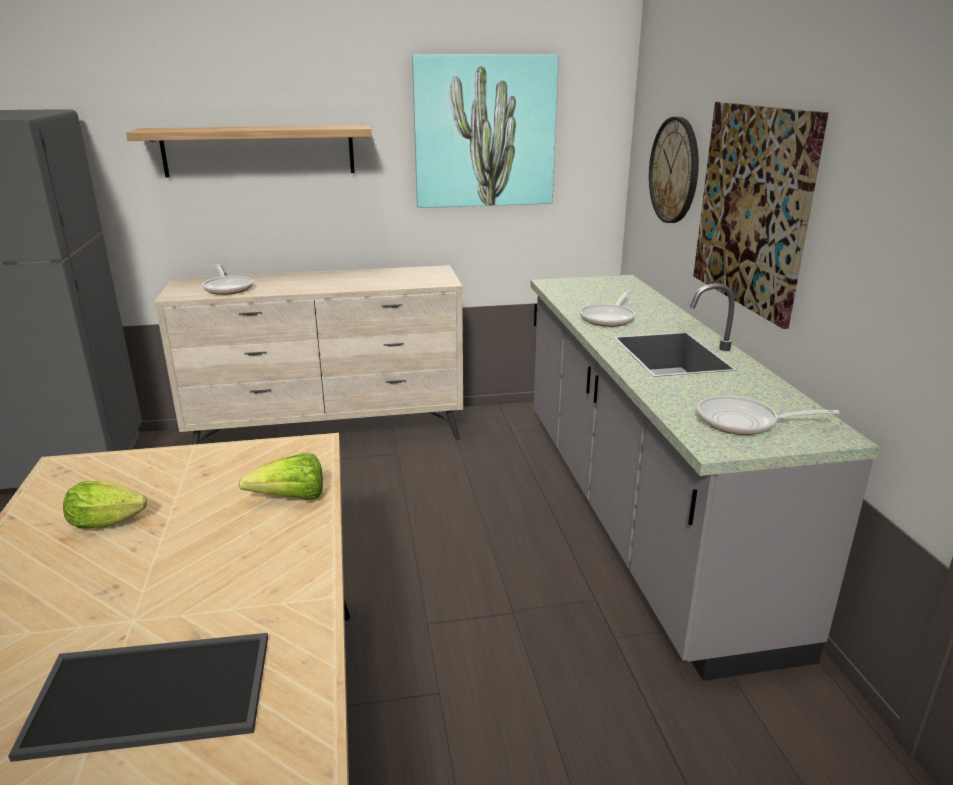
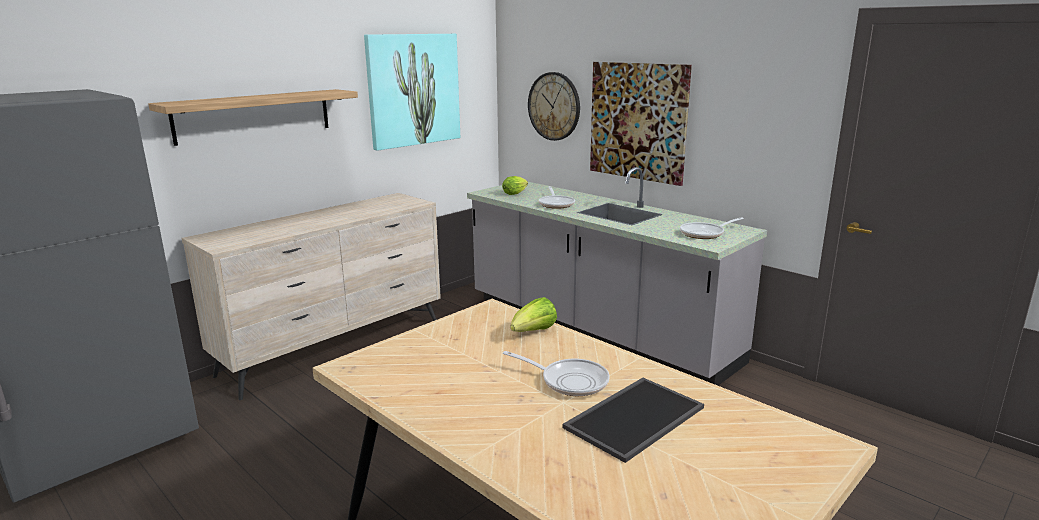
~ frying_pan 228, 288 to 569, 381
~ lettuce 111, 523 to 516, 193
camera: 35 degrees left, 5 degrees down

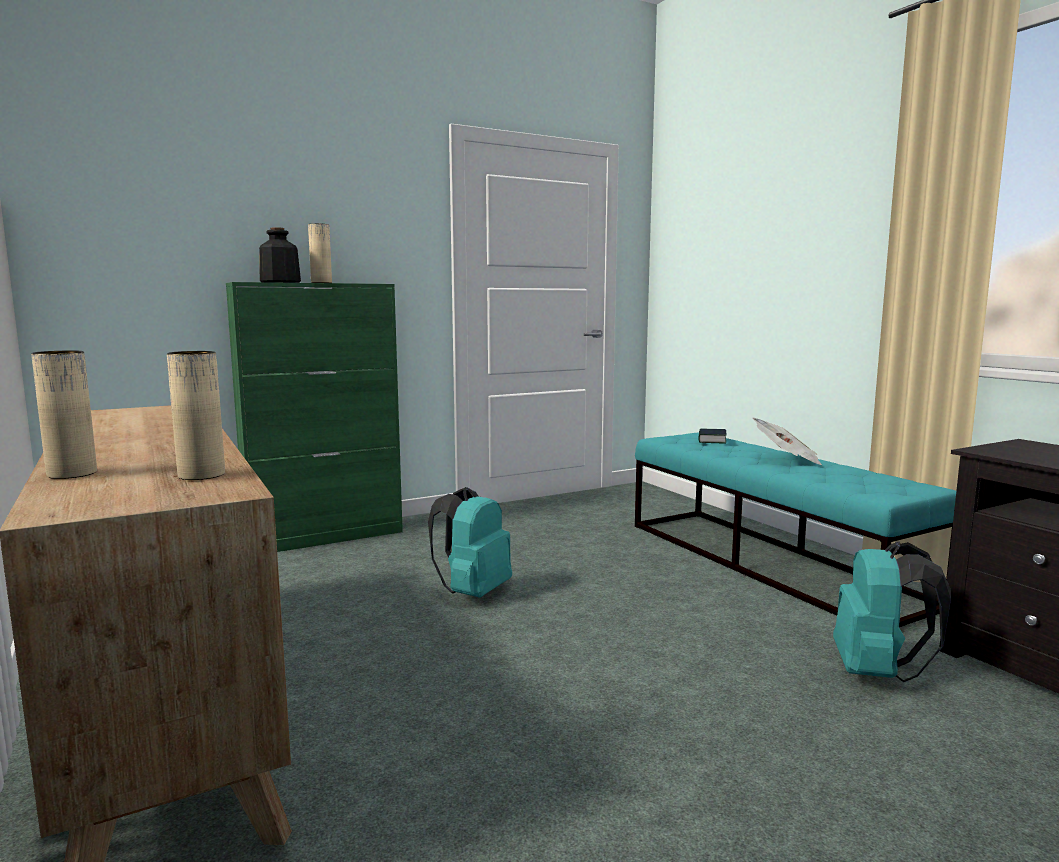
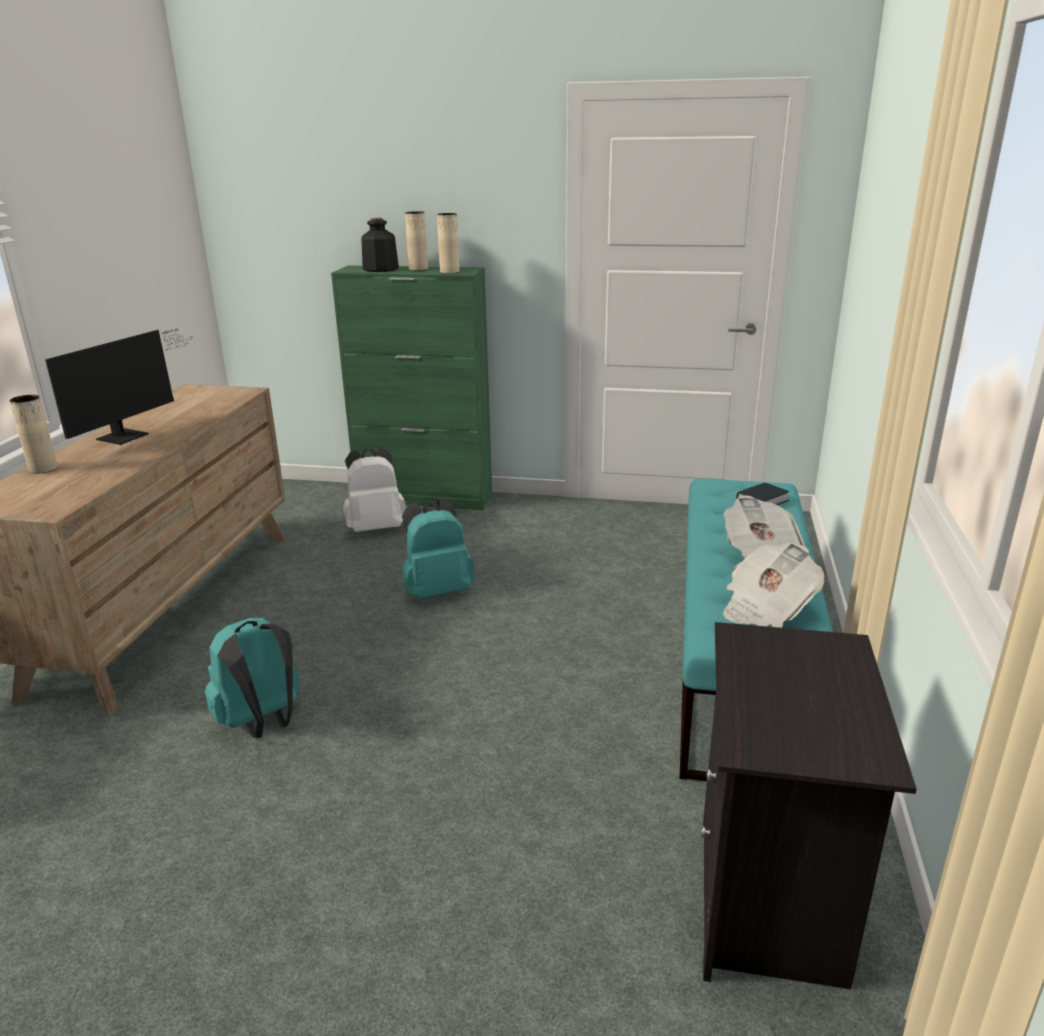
~ beige_vase 201, 475 to 449, 272
~ turquoise_backpack 877, 672 to 262, 723
+ monitor 129, 435
+ white_backpack 376, 527
+ newspaper 766, 608
camera: 40 degrees right, 15 degrees up

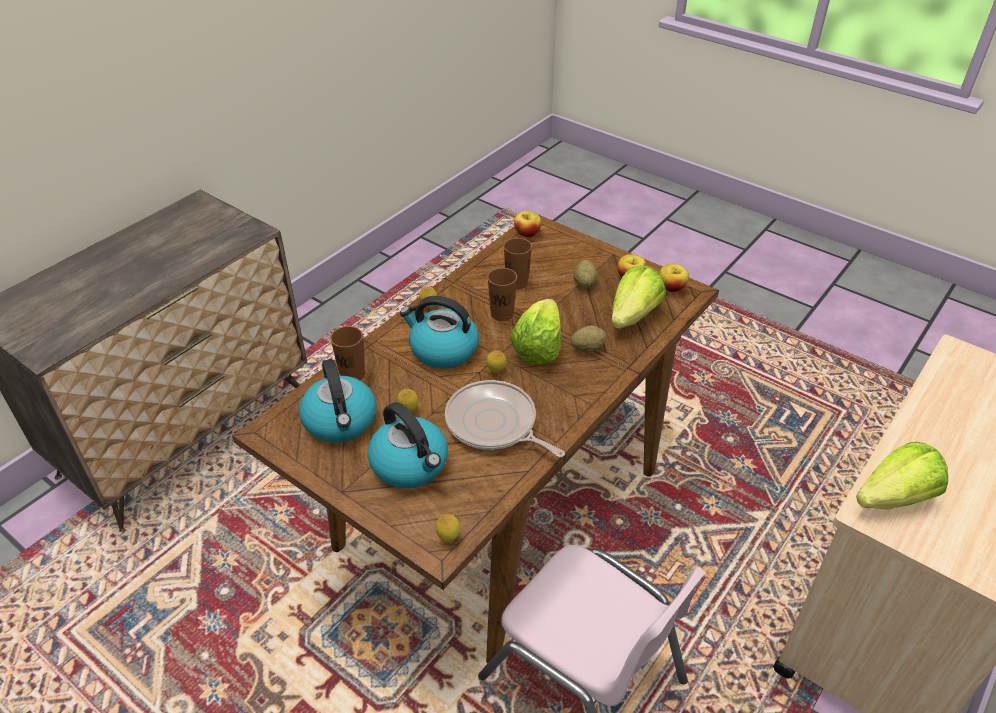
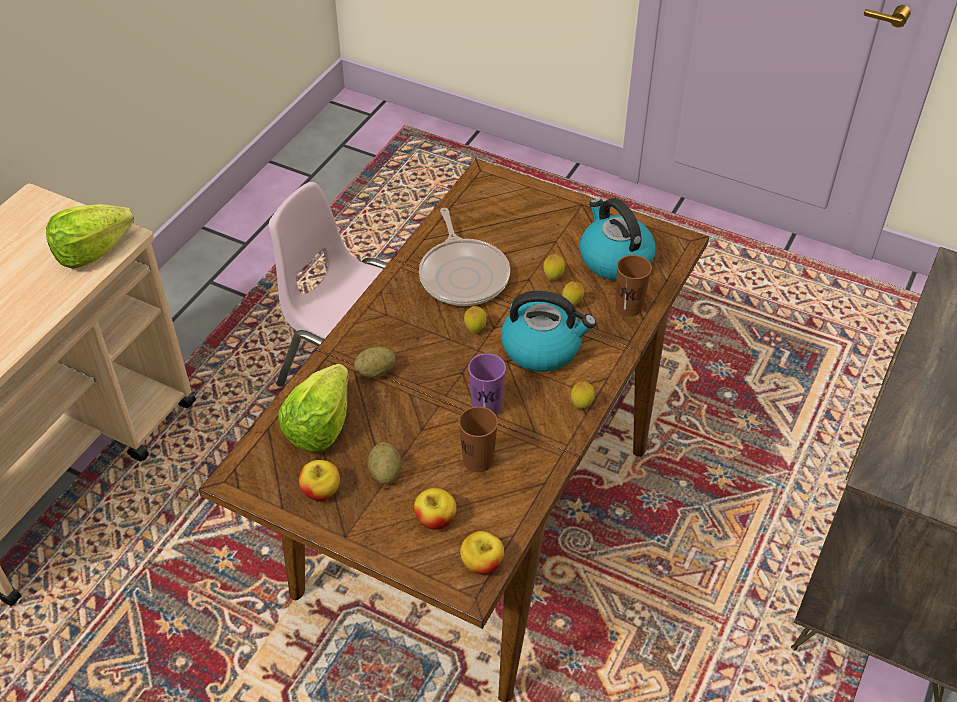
~ apple 671, 288 to 435, 519
~ brown_cup 502, 314 to purple_cup 486, 407
- lettuce 538, 348
~ frying_pan 494, 424 = 463, 275 45 degrees clockwise
- kettle 410, 464
~ lemon 448, 538 to 572, 304
camera: 170 degrees right, 5 degrees up

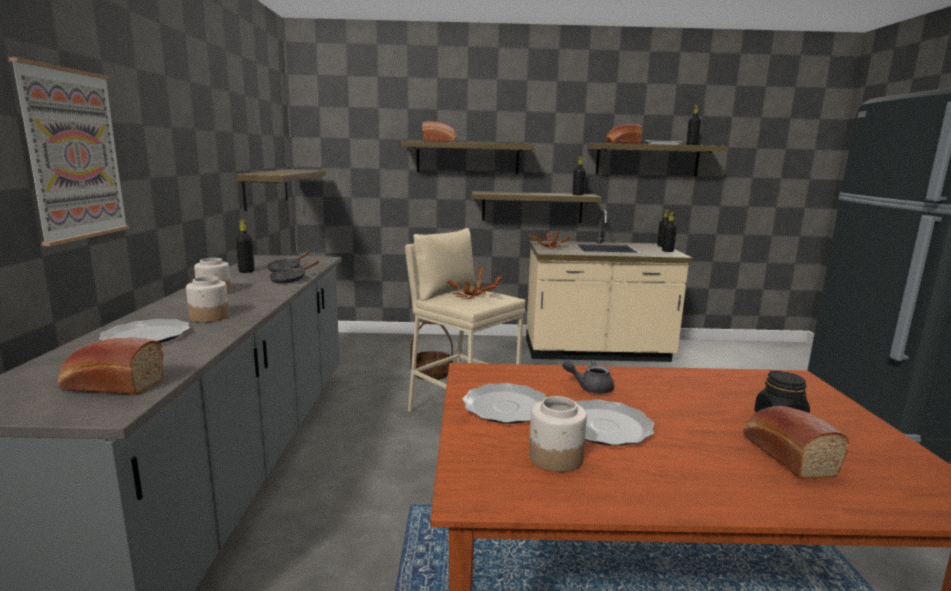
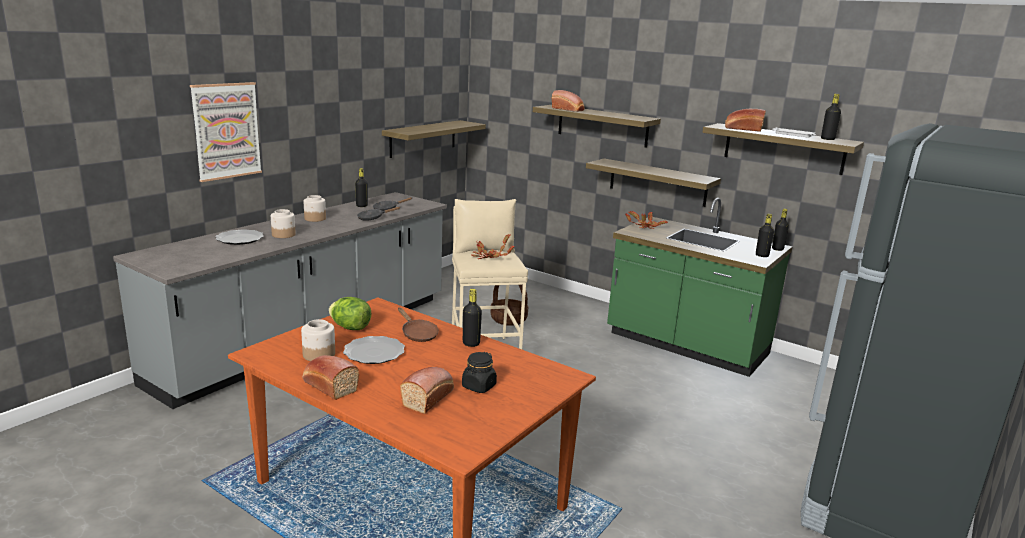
~ black_bottle 578, 195 to 471, 343
~ beige_counter 596, 352 to green_counter 686, 345
~ bread 110, 385 to 328, 386
~ grey_teapot 590, 387 to brown_frying_pan 417, 334
~ plate 506, 407 to lettuce 350, 328
camera: 35 degrees right, 5 degrees up

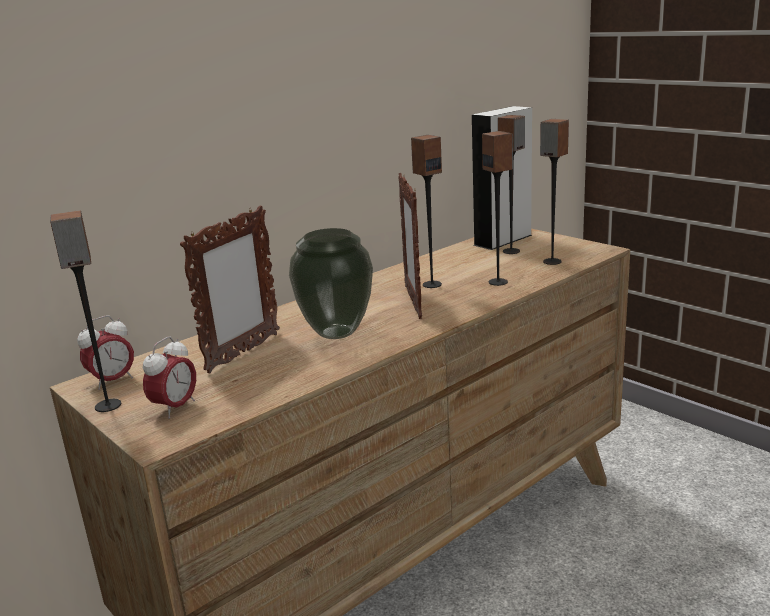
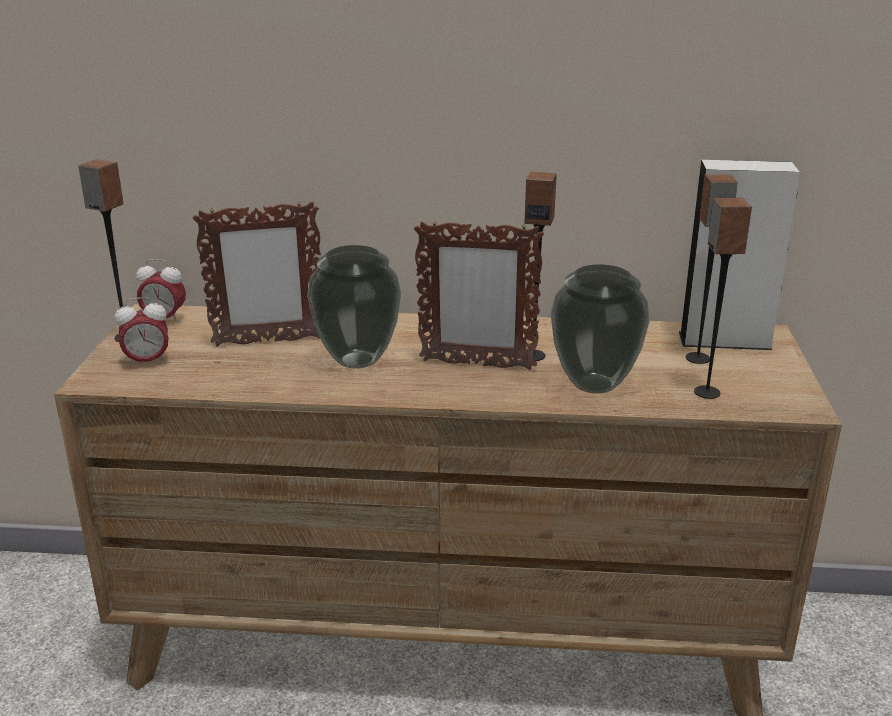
~ speaker 498, 282 to vase 595, 386
~ picture_frame 413, 302 = 476, 365 120 degrees counterclockwise
camera: 45 degrees right, 5 degrees up

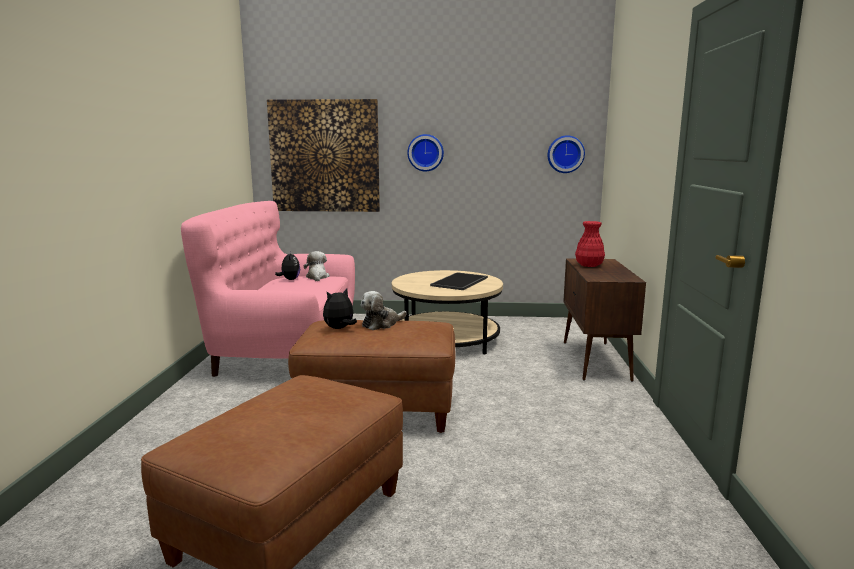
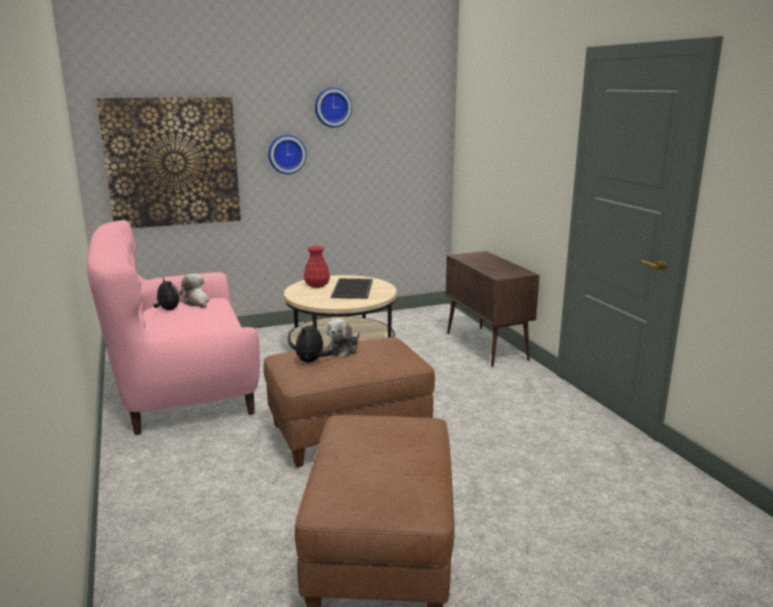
~ wall_clock 565, 154 to 332, 107
~ red_vase 589, 265 to 317, 286
camera: 25 degrees left, 5 degrees up

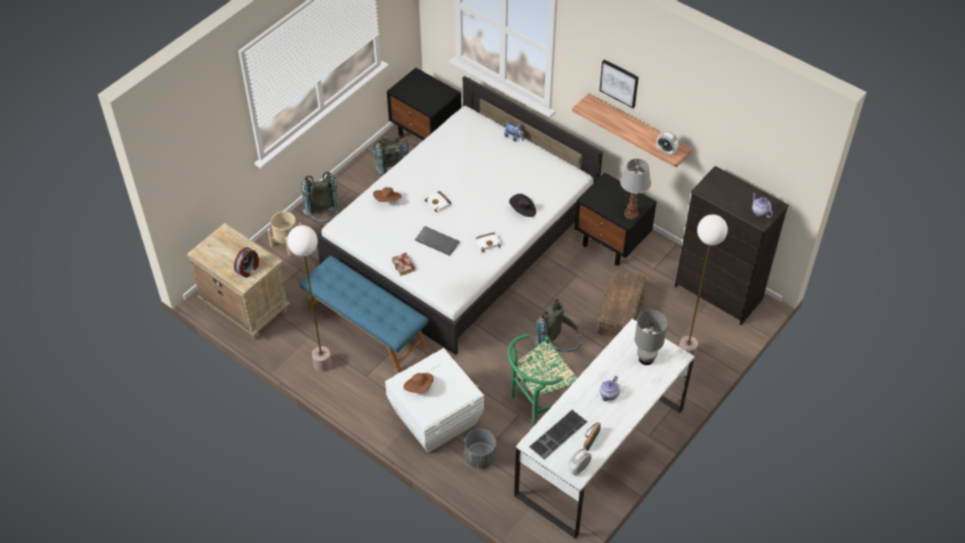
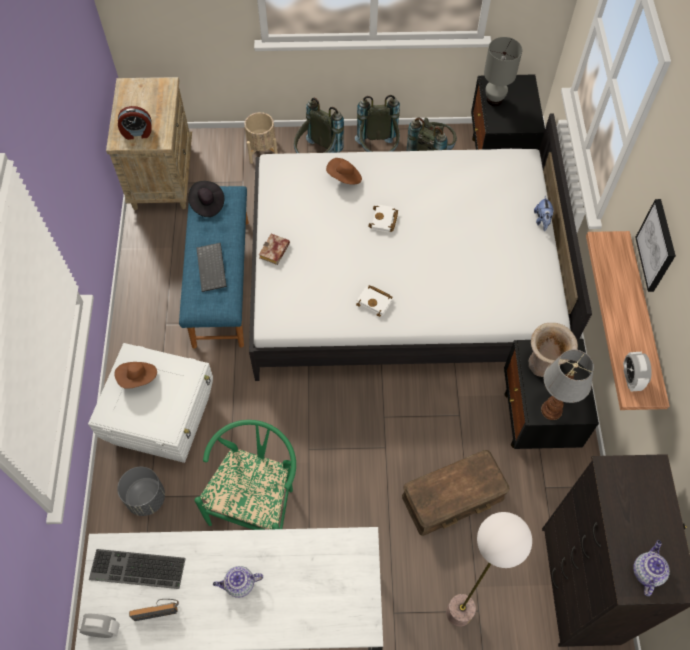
~ black_hat 523, 210 to 207, 204
- floor_lamp 322, 364
~ keyboard 438, 241 to 212, 268
~ grey_backpack 559, 348 to 378, 152
~ grey_table_lamp 645, 359 to 494, 100
~ green_chair 538, 403 = 258, 503 90 degrees clockwise
+ beige_vase 544, 365
camera: 50 degrees right, 10 degrees up

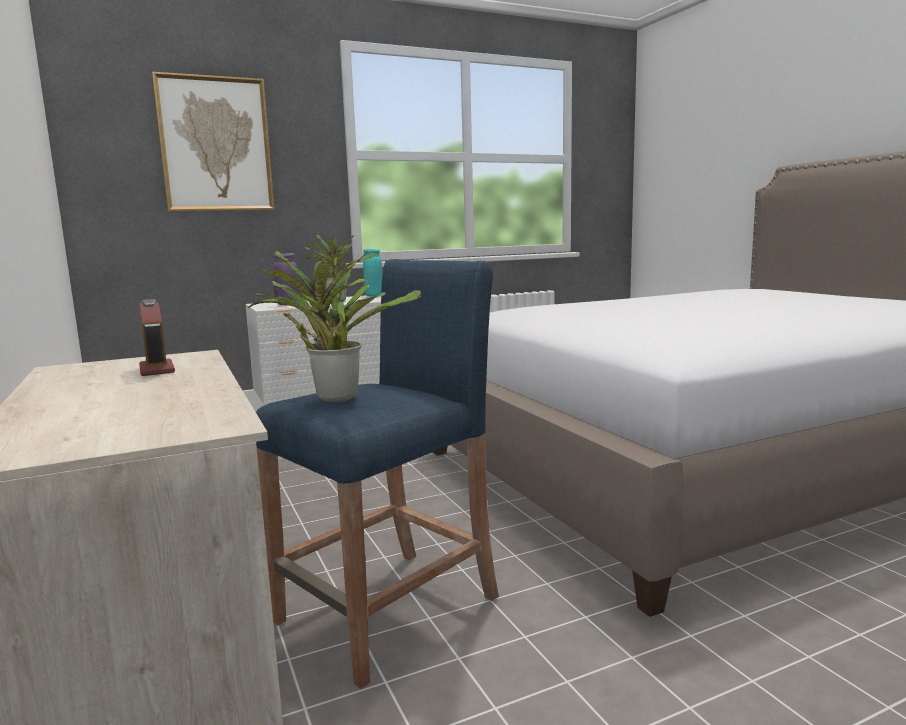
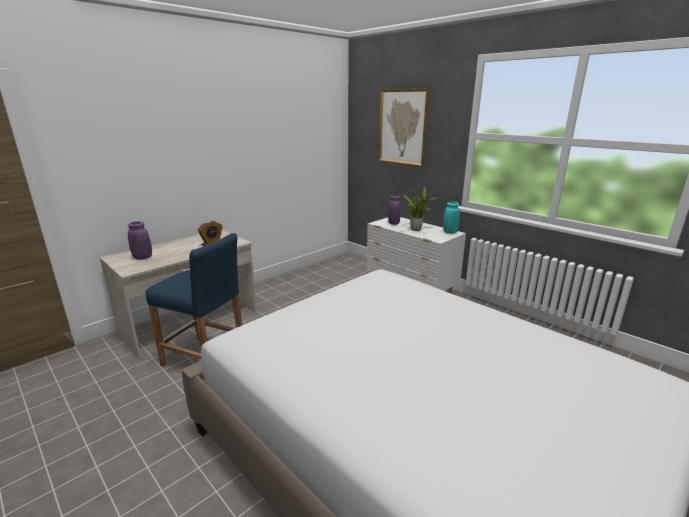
- potted_plant 333, 397
+ purple_vase 142, 258
camera: 70 degrees right, 10 degrees up

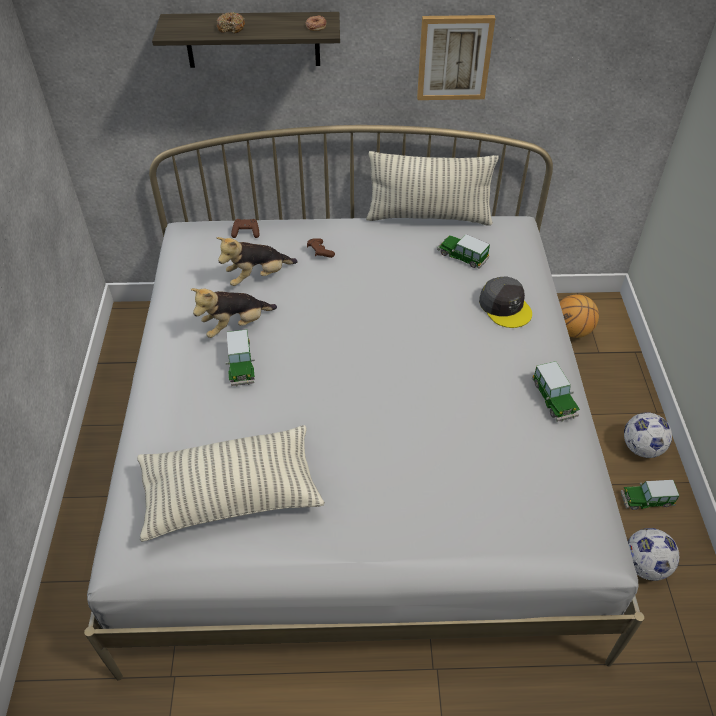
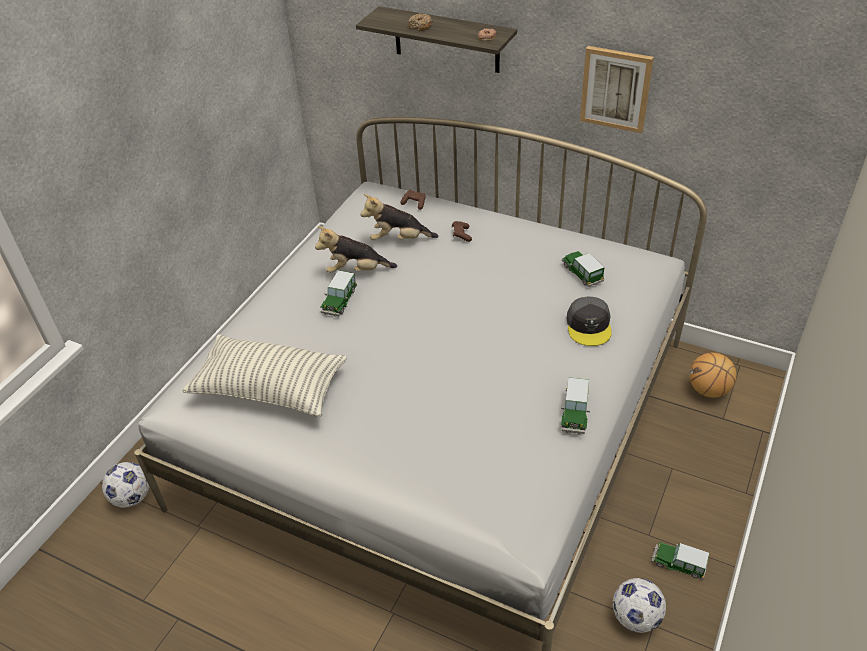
- pillow 428, 217
~ football 641, 448 to 132, 498
camera: 30 degrees right, 5 degrees down

